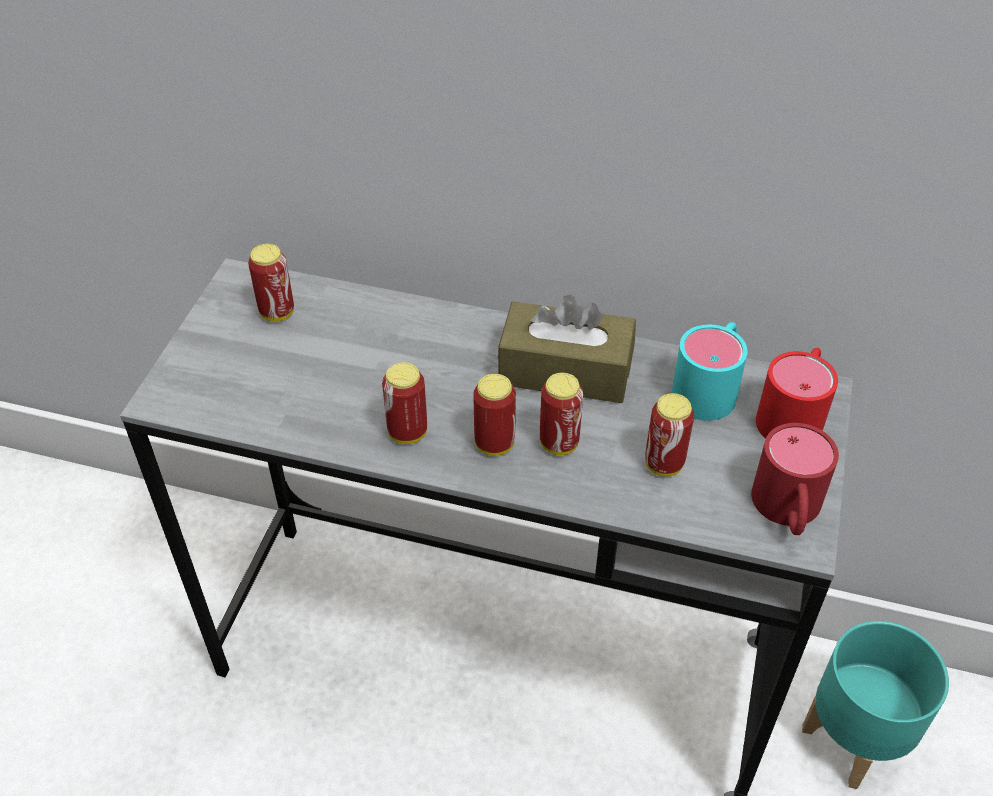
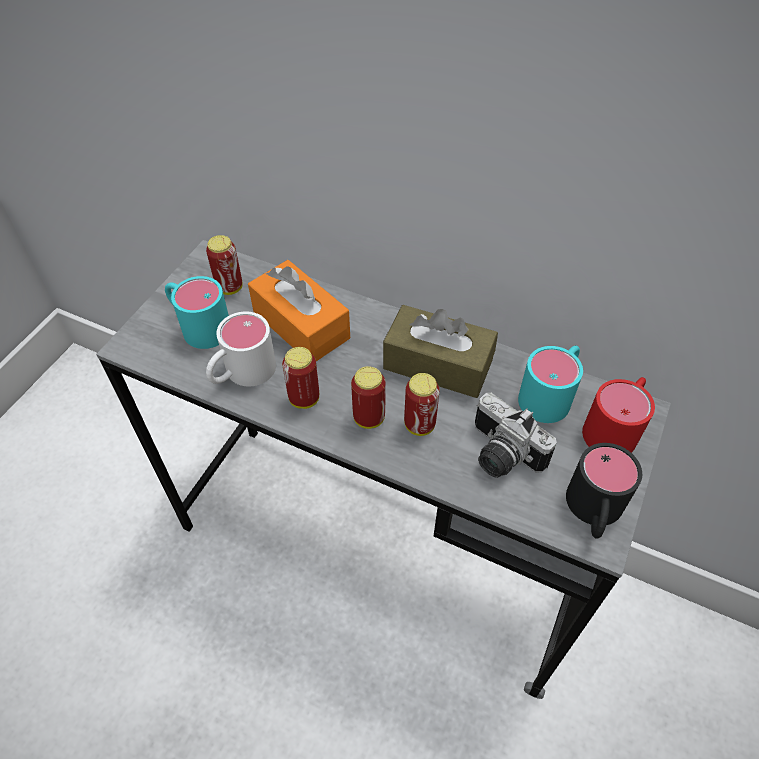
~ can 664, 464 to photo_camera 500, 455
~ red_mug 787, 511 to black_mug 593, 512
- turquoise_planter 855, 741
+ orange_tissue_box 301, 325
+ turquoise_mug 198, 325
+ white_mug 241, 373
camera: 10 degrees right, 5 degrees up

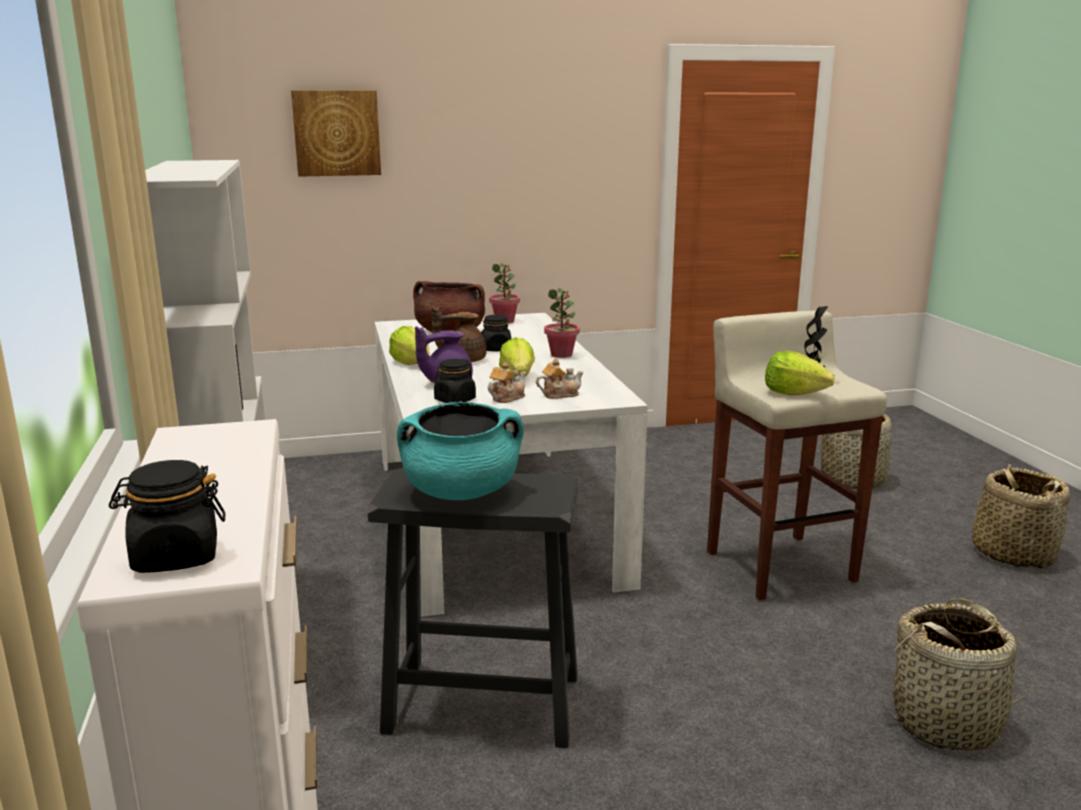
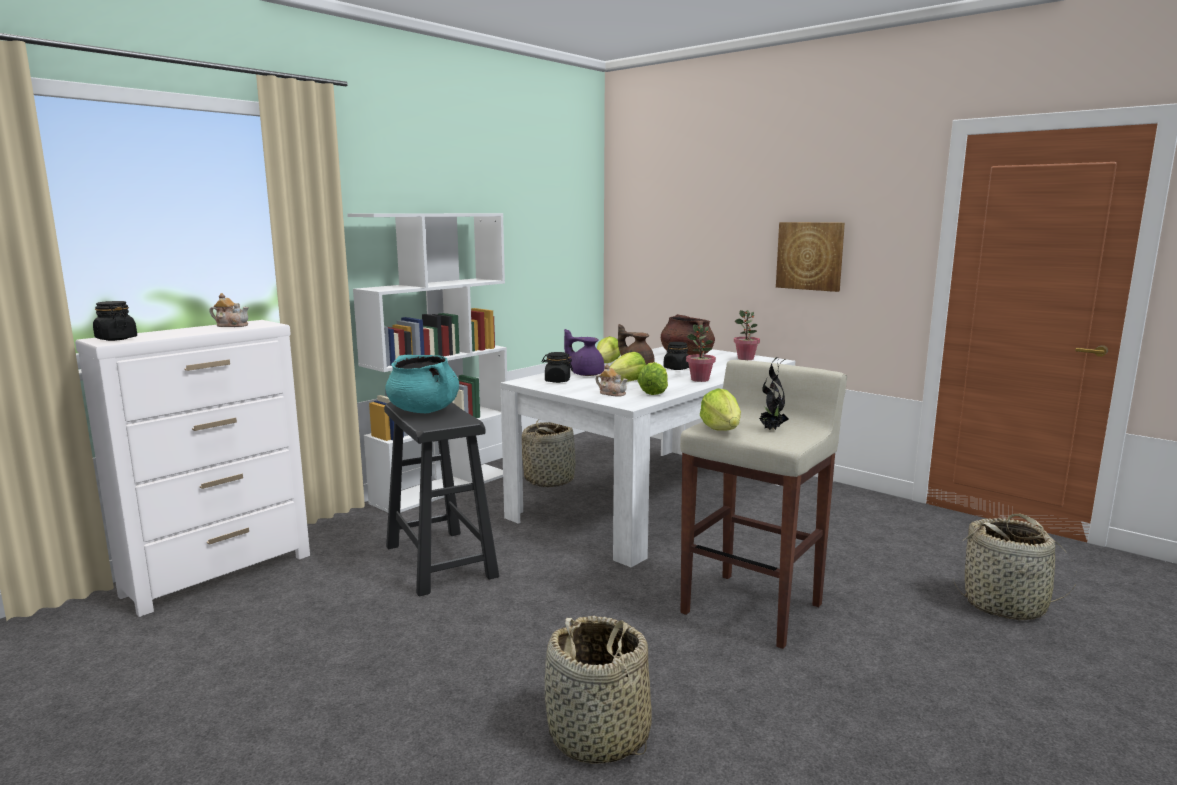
~ picture 337, 133 to 810, 256
~ teapot 507, 398 to 232, 325
~ basket 1012, 553 to 550, 480
+ lettuce 654, 392
camera: 55 degrees right, 5 degrees down

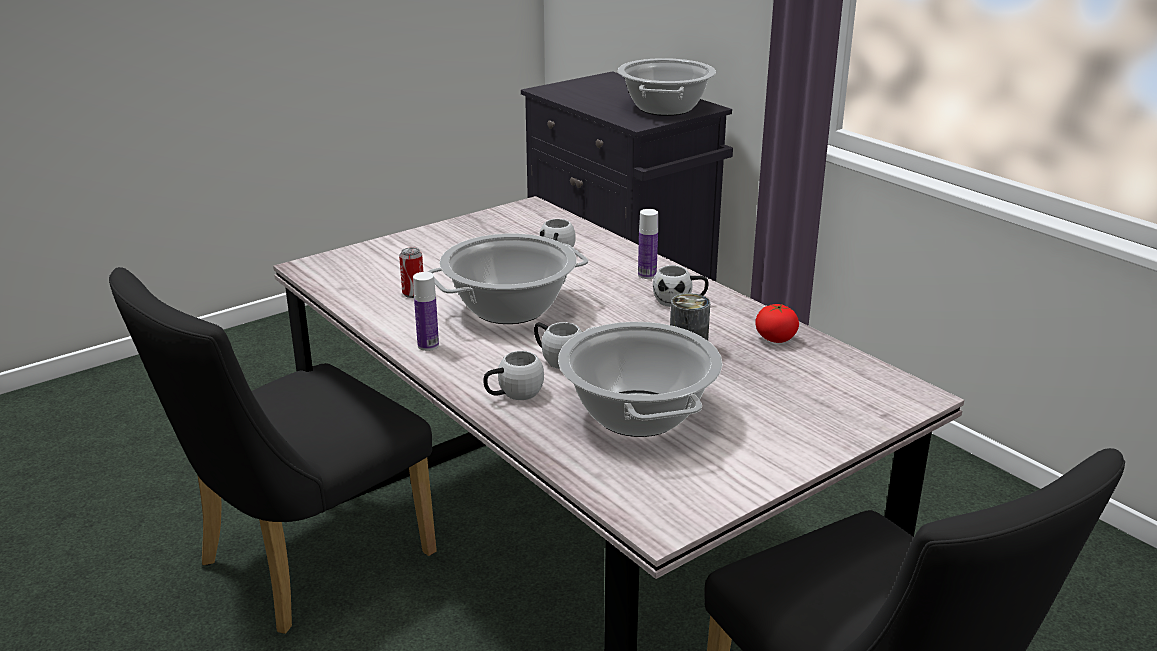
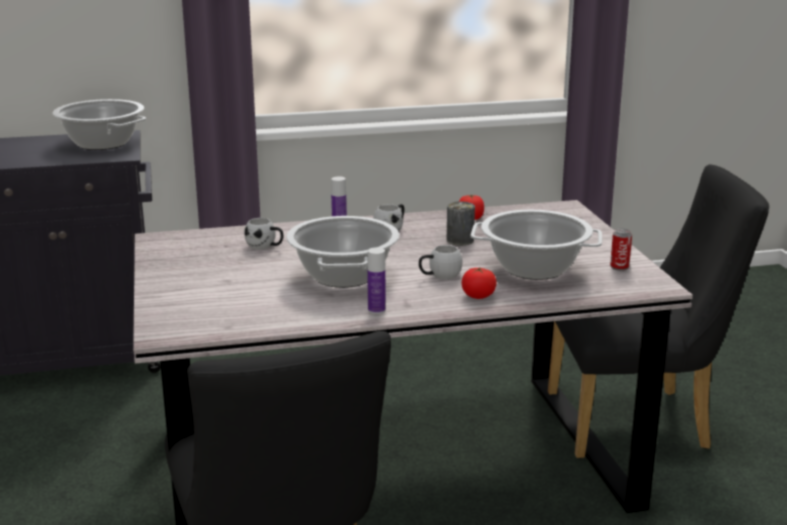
~ can 413, 293 to 619, 267
~ white_mug 513, 394 to tomato 478, 296
camera: 65 degrees left, 5 degrees down

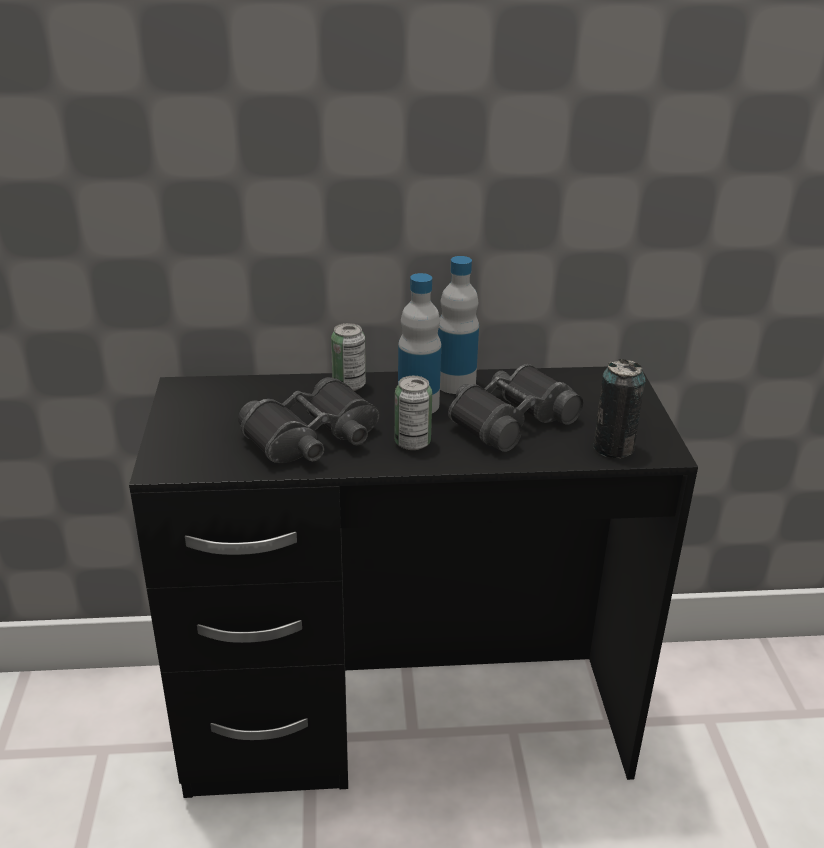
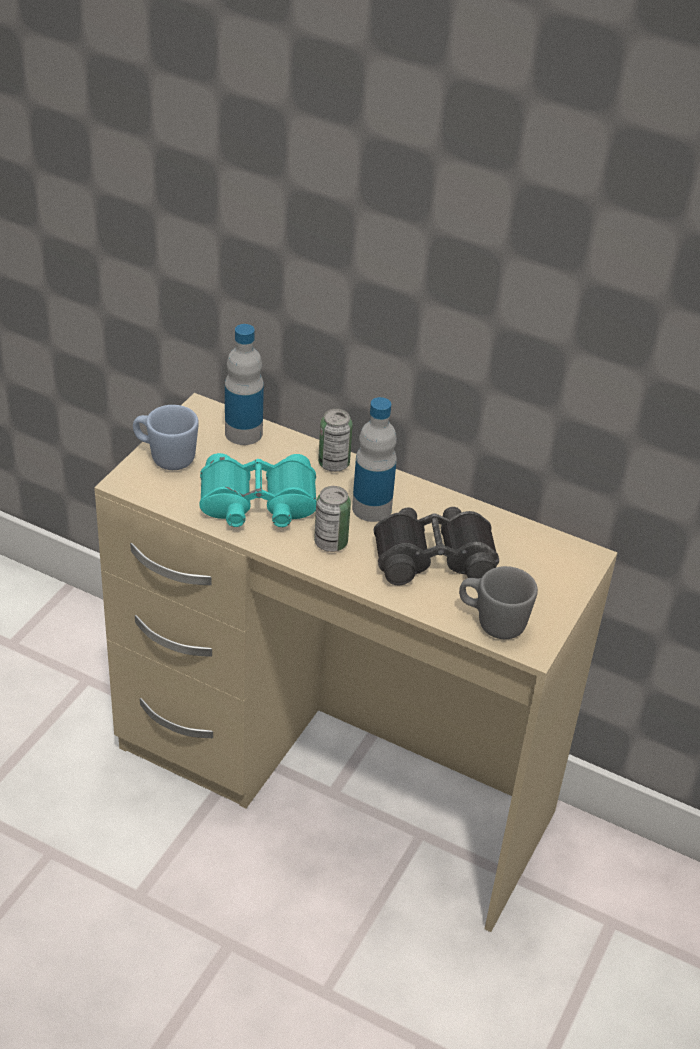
~ bottle 455, 384 to 243, 433
~ can 613, 447 to grey_mug 492, 622
~ black_desk 406, 722 to beige_desk 335, 781
~ black_binoculars 313, 438 to turquoise_binoculars 258, 504
+ blue_mug 165, 457
camera: 30 degrees right, 10 degrees up

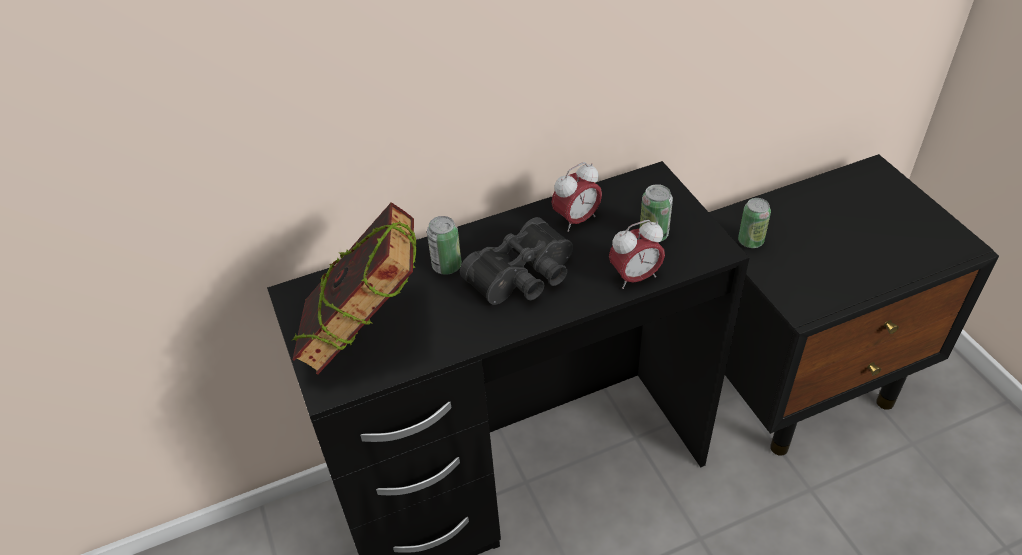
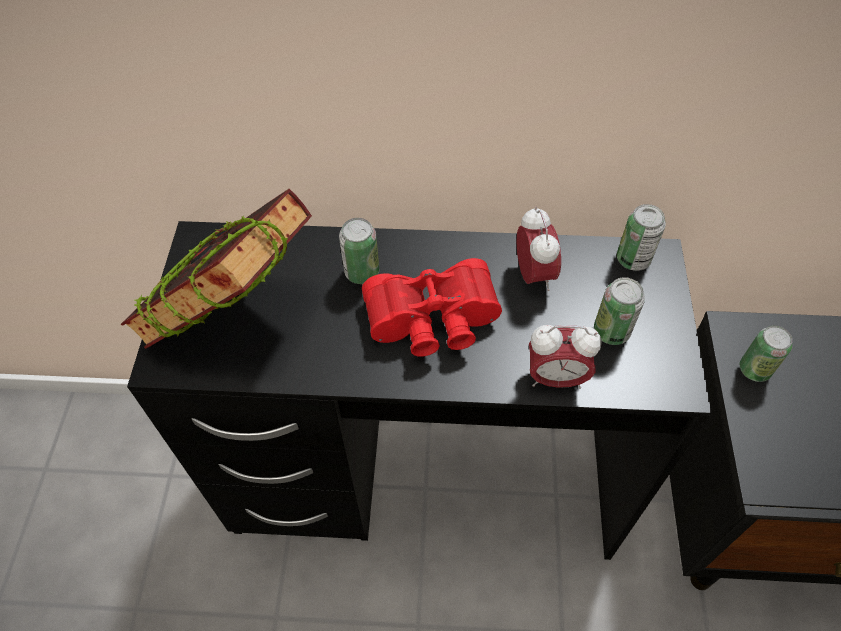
~ alarm_clock 576, 220 = 533, 275 90 degrees counterclockwise
~ black_binoculars 524, 277 to red_binoculars 433, 322
+ can 633, 259
camera: 25 degrees right, 10 degrees up

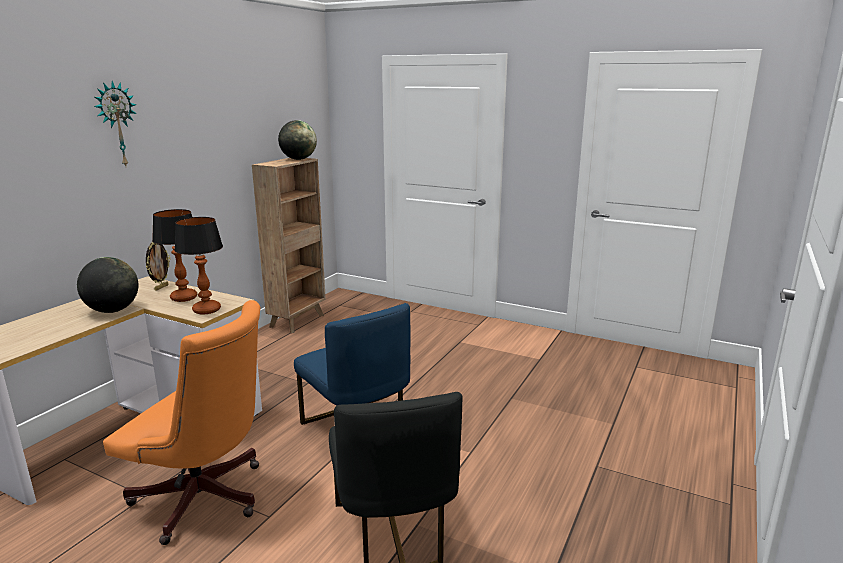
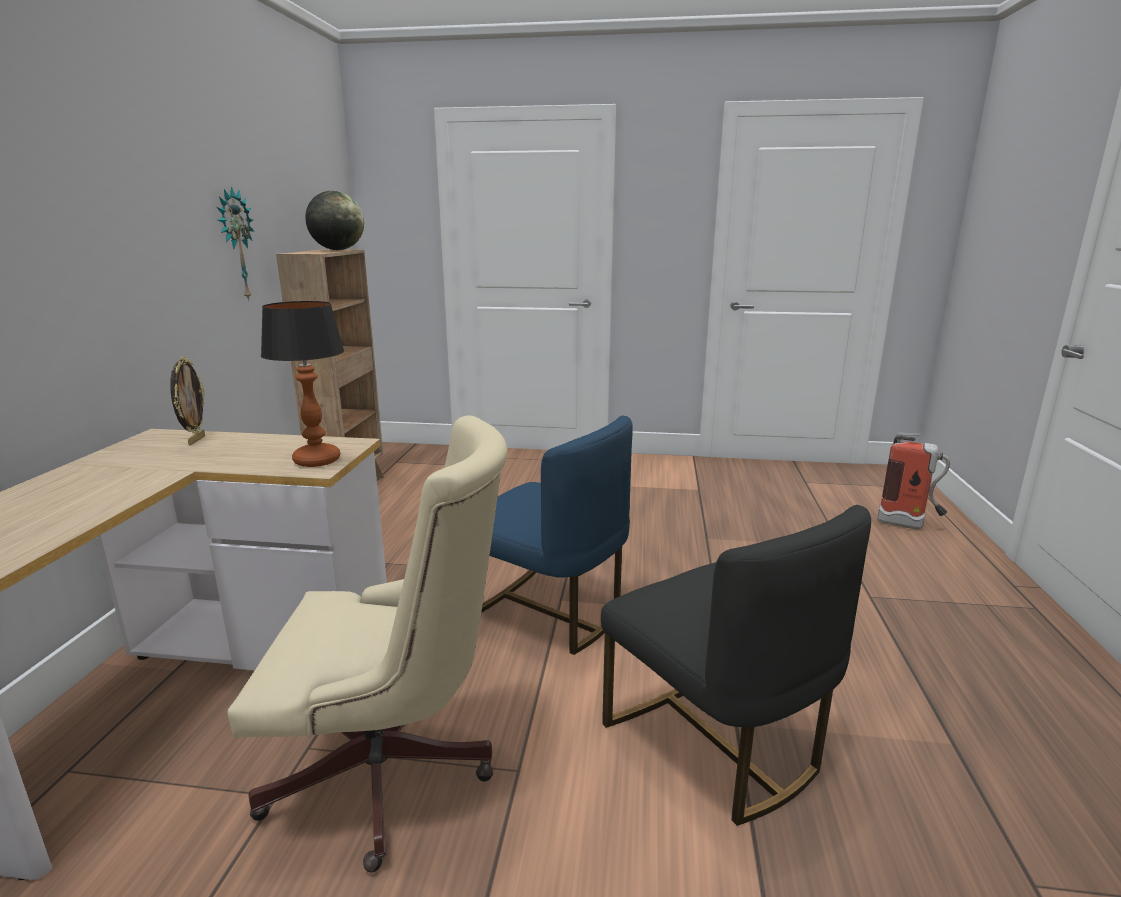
~ wall_clock 116, 124 to 235, 245
- table_lamp 183, 298
- globe 113, 310
~ orange_office_chair 206, 500 to beige_office_chair 394, 773
+ fire_extinguisher 909, 525
camera: 20 degrees left, 0 degrees up

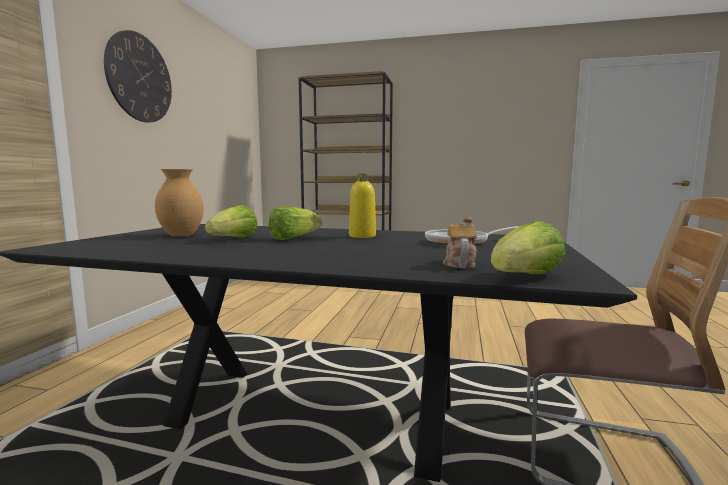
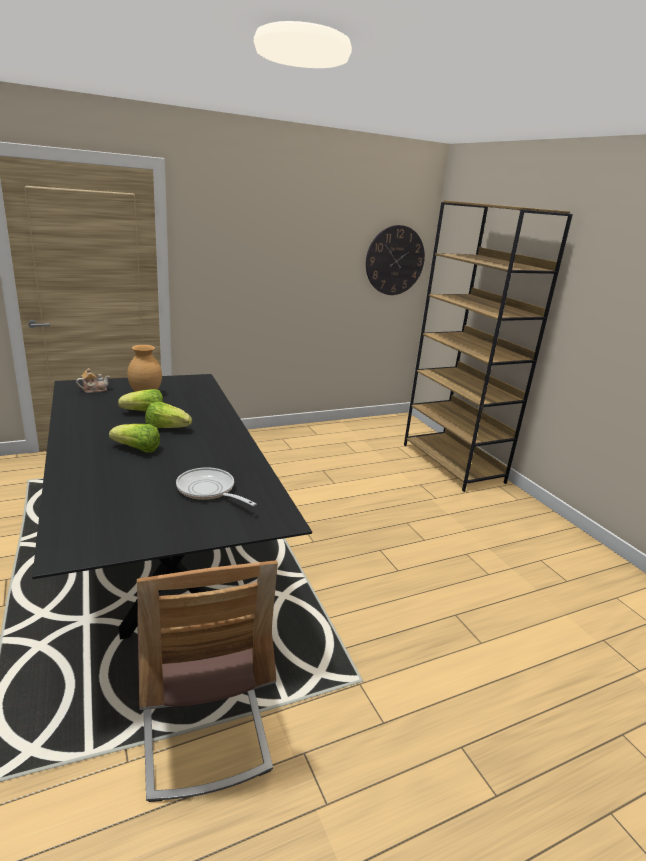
~ wall_clock 139, 78 to 395, 260
- yellow_bottle 362, 236
~ teapot 459, 264 to 94, 390
~ lettuce 525, 277 to 137, 449
camera: 50 degrees right, 15 degrees up

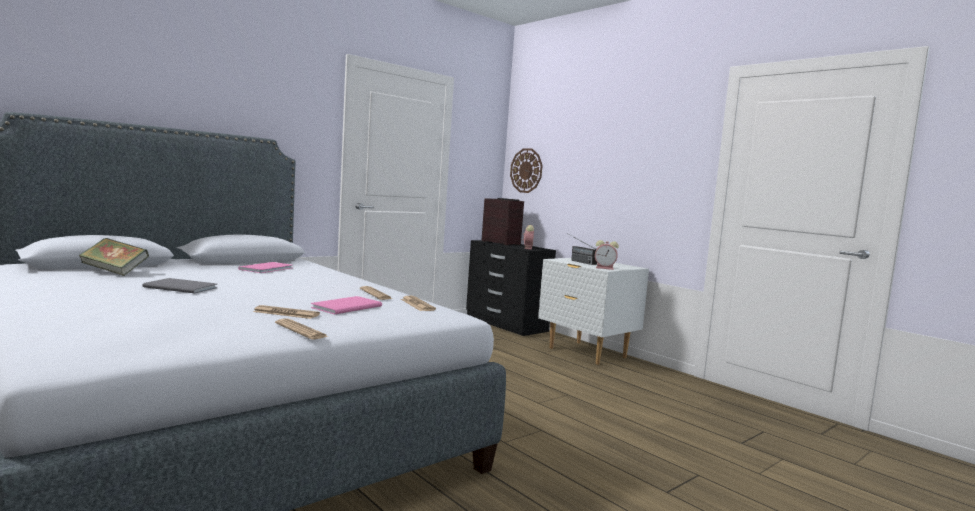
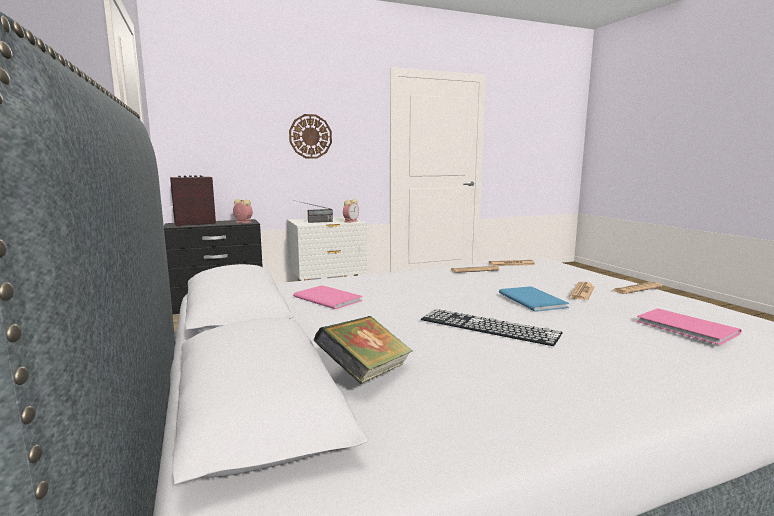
~ wall_clock 526, 170 to 310, 136
~ grey_book 180, 287 to keyboard 488, 326
~ pink_book 344, 307 to 687, 328
+ blue_book 532, 299
camera: 70 degrees left, 5 degrees up

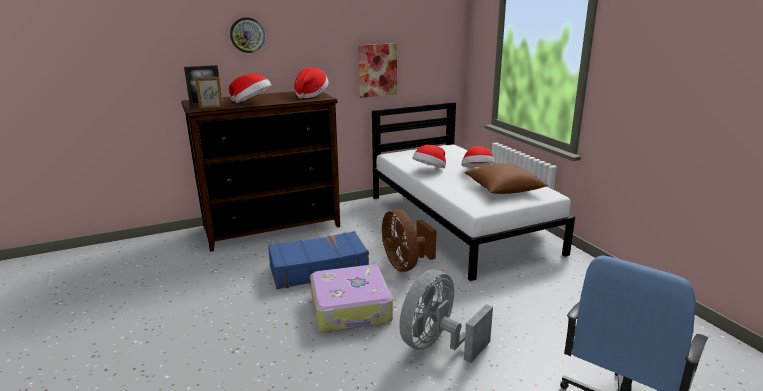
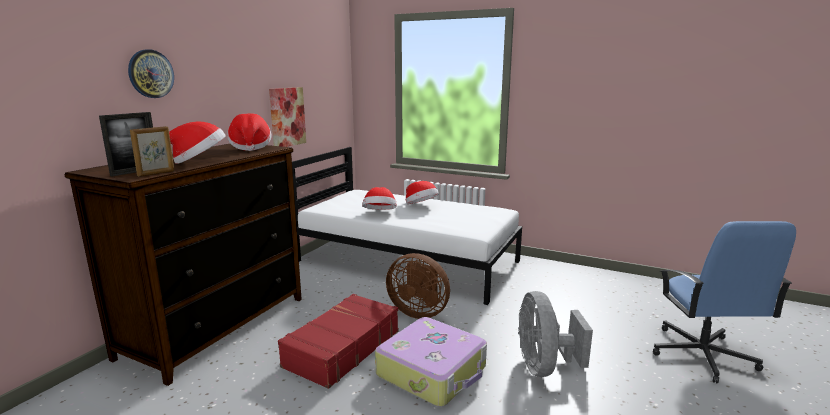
- brown_pillow 503, 189
~ blue_suitcase 318, 269 to red_suitcase 342, 349
camera: 40 degrees left, 5 degrees down

